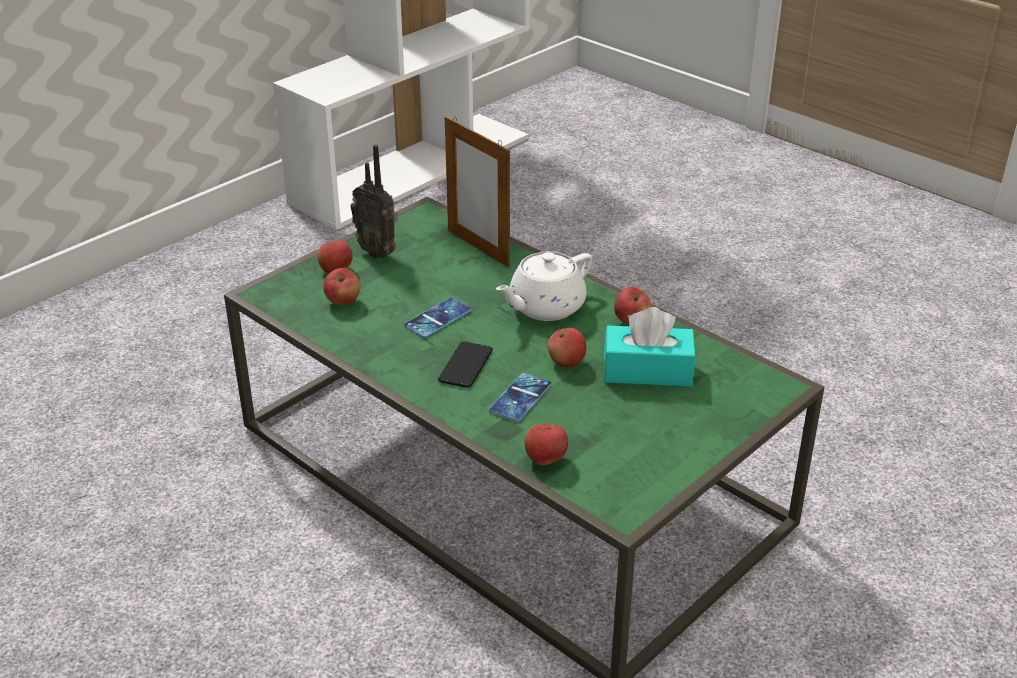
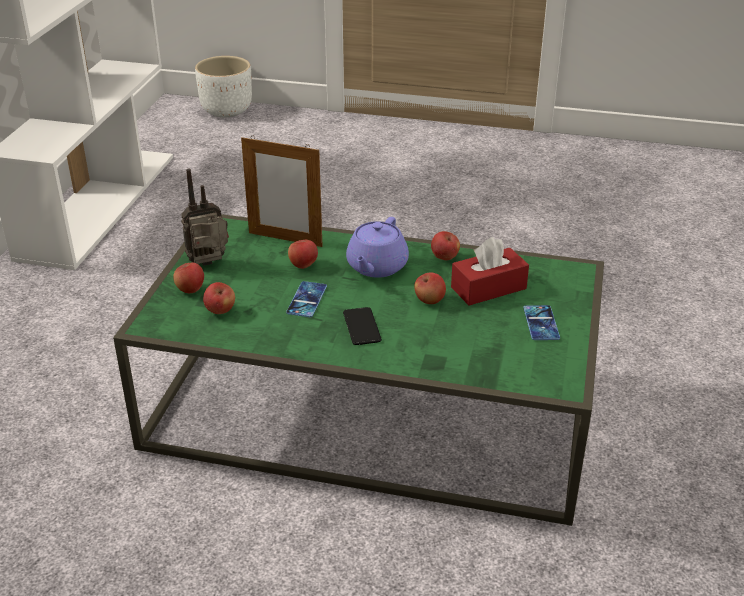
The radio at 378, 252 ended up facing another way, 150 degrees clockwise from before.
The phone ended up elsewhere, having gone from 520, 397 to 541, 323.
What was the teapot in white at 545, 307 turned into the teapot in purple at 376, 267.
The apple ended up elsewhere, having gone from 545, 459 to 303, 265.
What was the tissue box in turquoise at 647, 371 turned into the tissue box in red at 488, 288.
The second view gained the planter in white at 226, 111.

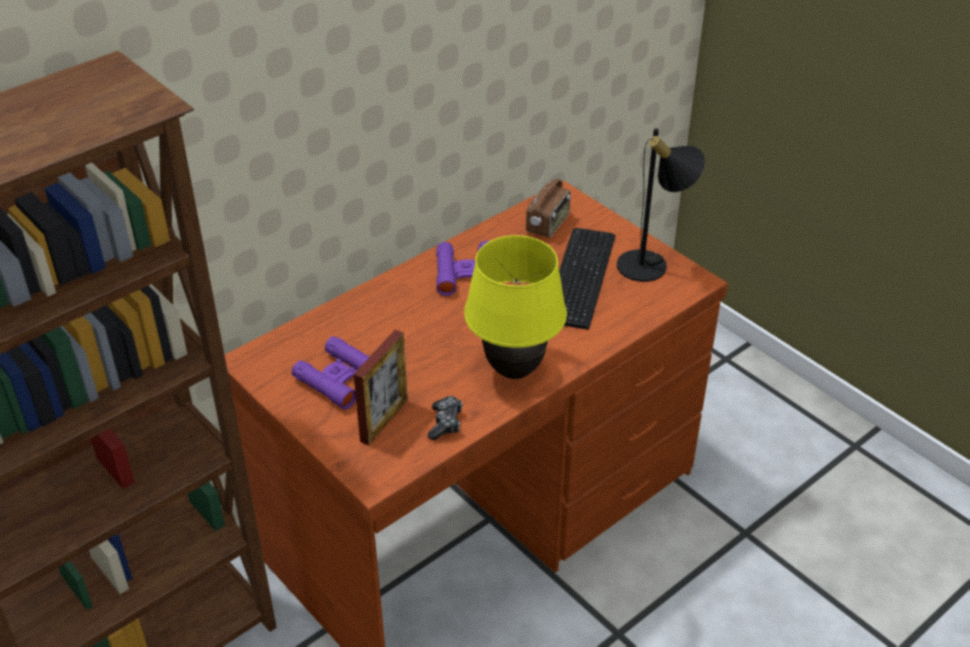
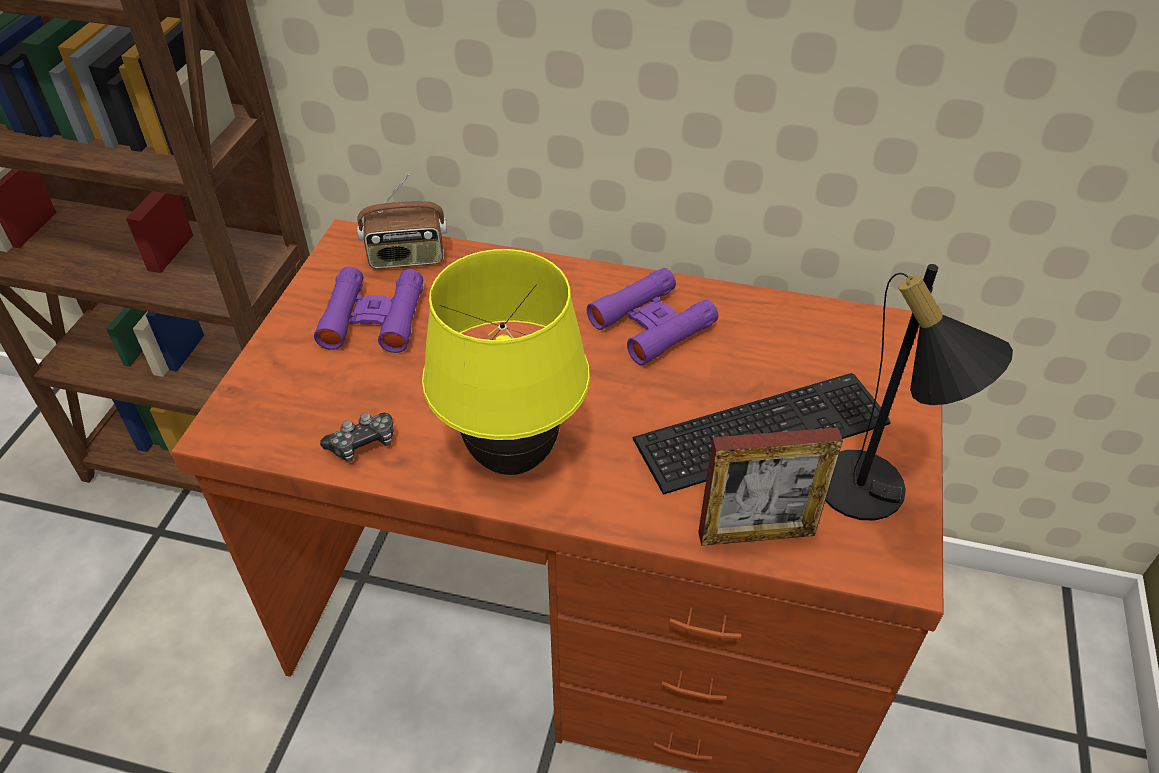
The picture frame ended up elsewhere, having gone from 384, 420 to 756, 534.
The radio ended up elsewhere, having gone from 548, 225 to 407, 258.

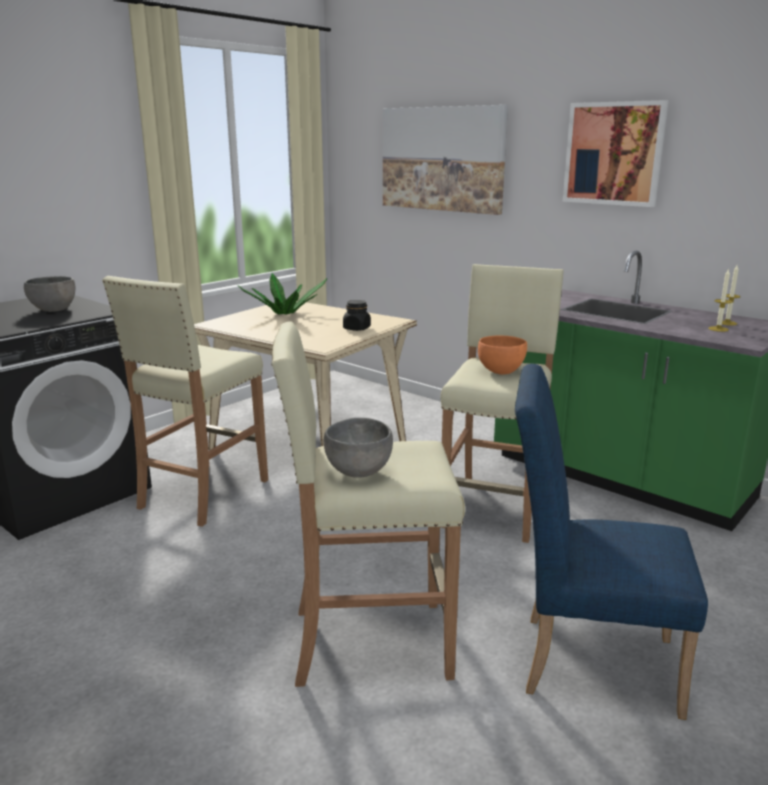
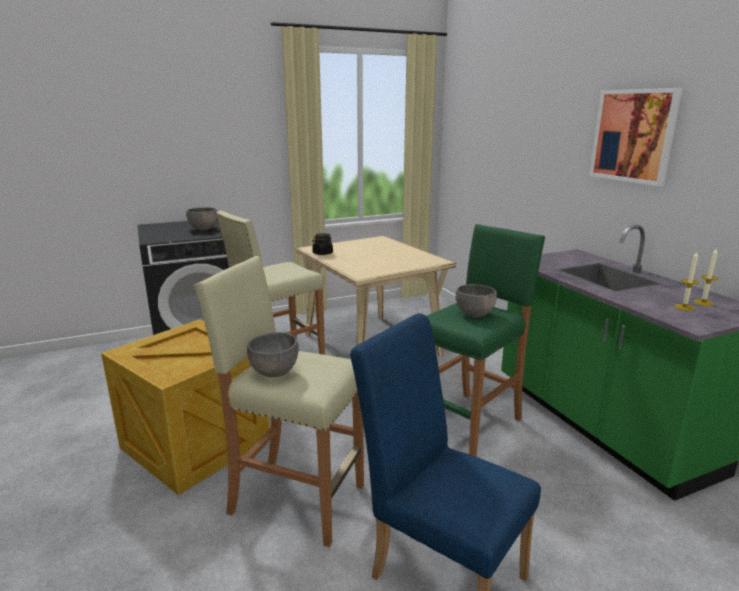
The second view lost the potted plant at 285, 313.
The jar in black ended up elsewhere, having gone from 356, 328 to 322, 253.
The second view lost the picture at 442, 159.
What was the stool in beige at 494, 507 turned into the stool in green at 470, 423.
What was the bowl in orange at 501, 371 turned into the bowl in grey at 475, 314.
The second view gained the crate at 198, 443.

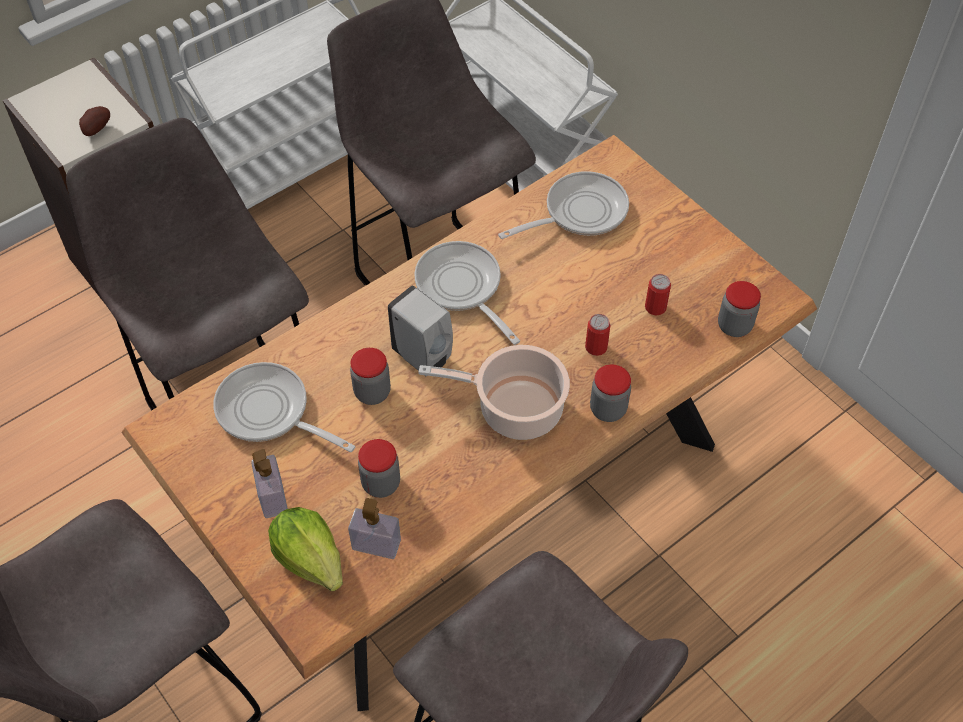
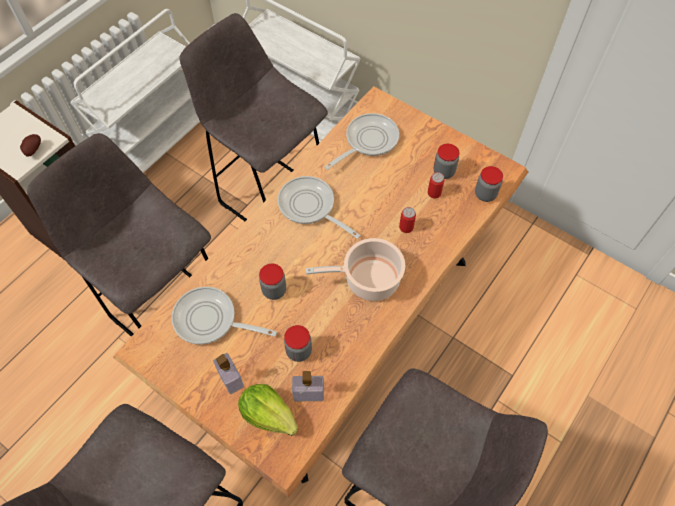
The second view lost the soap dispenser in white at 424, 357.
The jar ended up elsewhere, having gone from 608, 409 to 443, 172.

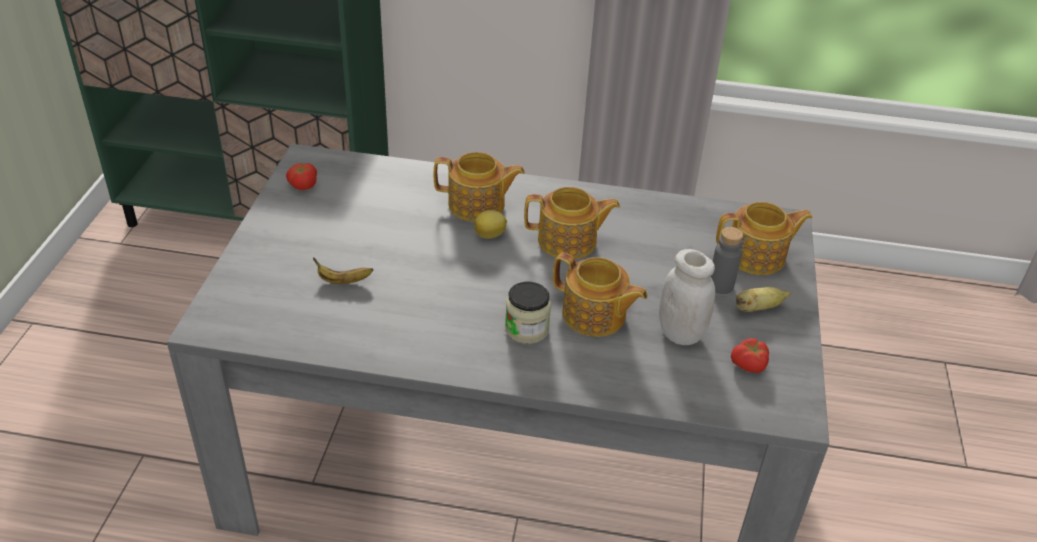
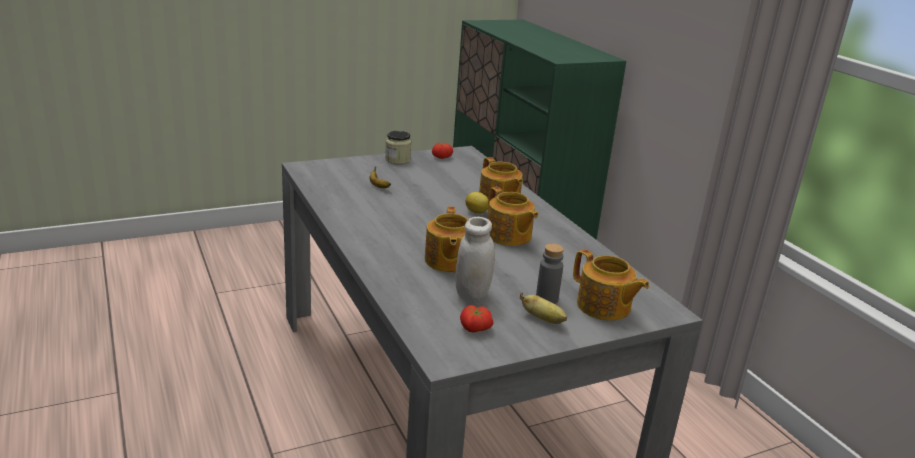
The jar ended up elsewhere, having gone from 527, 329 to 397, 160.

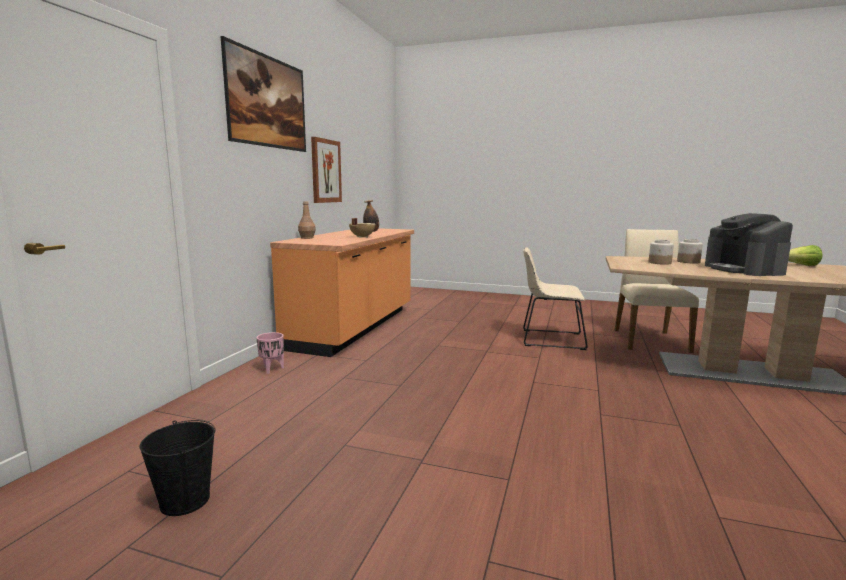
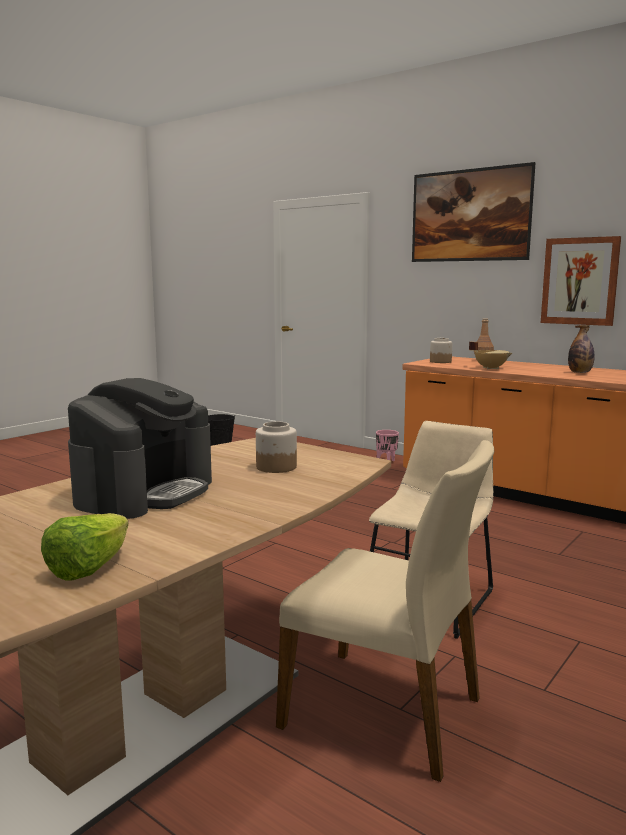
The jar ended up elsewhere, having gone from 688, 262 to 440, 361.
The coffee machine at 744, 270 ended up facing another way, 105 degrees clockwise from before.

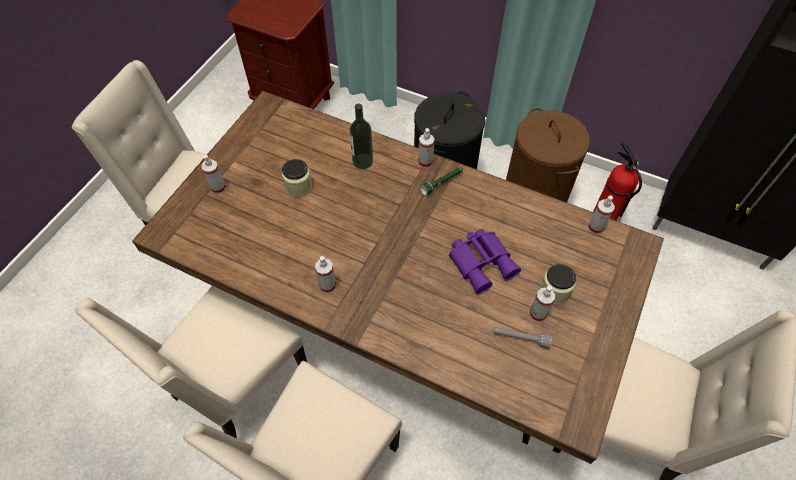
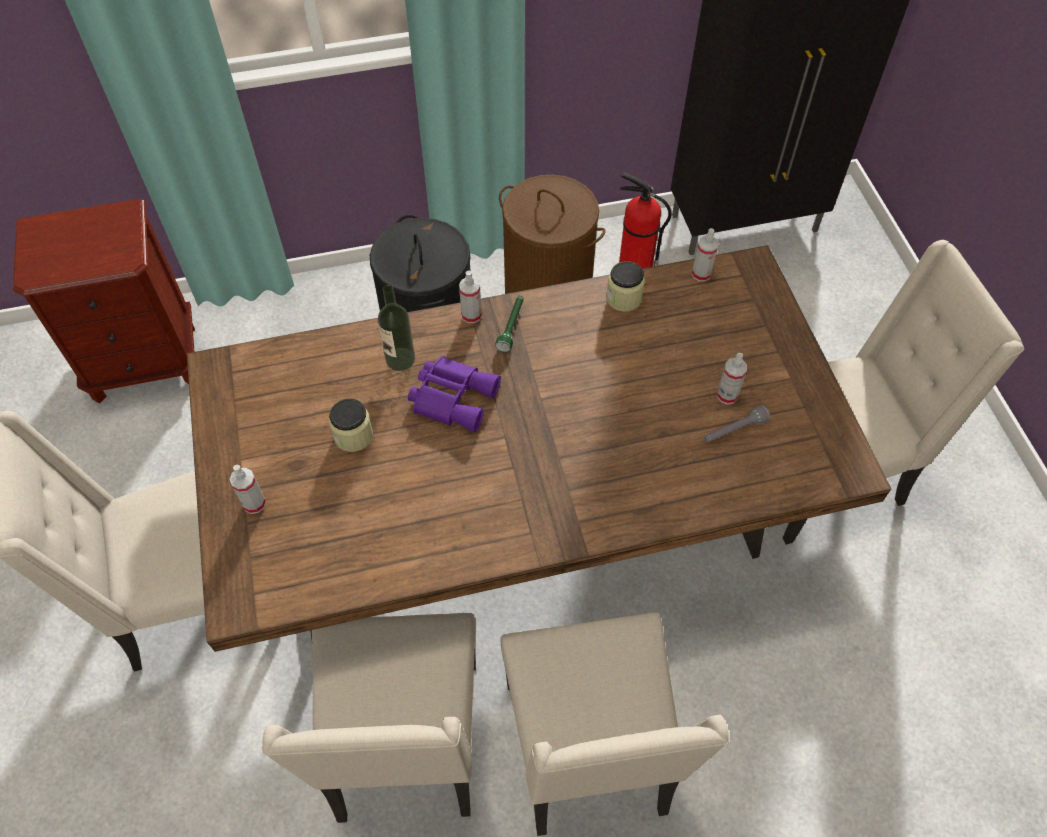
The second view lost the spray bottle at 327, 285.
The binoculars in purple ended up elsewhere, having gone from 482, 262 to 453, 396.
The jar ended up elsewhere, having gone from 554, 291 to 623, 298.

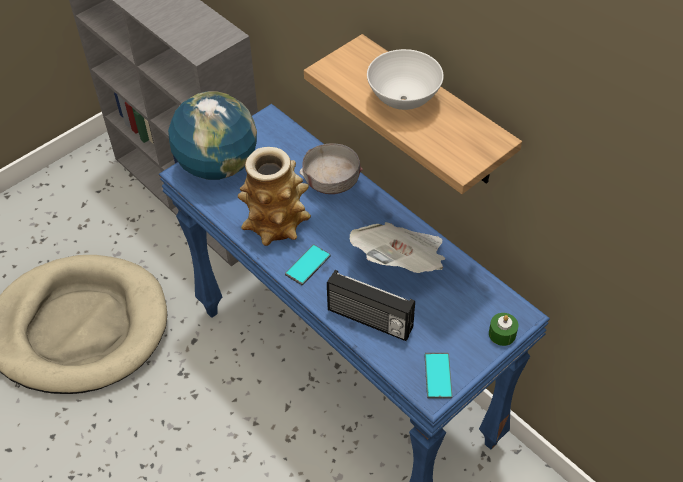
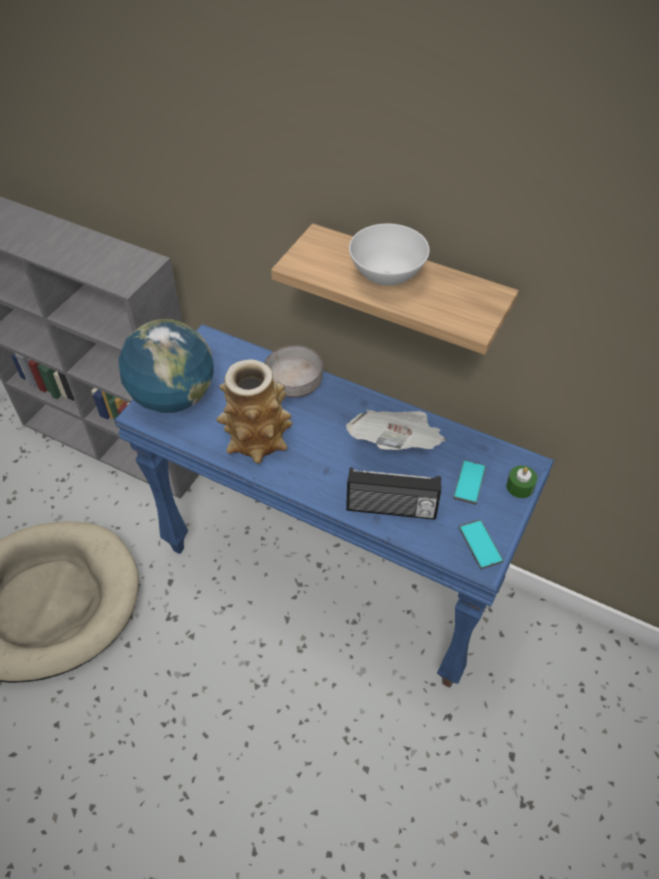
The phone ended up elsewhere, having gone from 308, 265 to 469, 482.

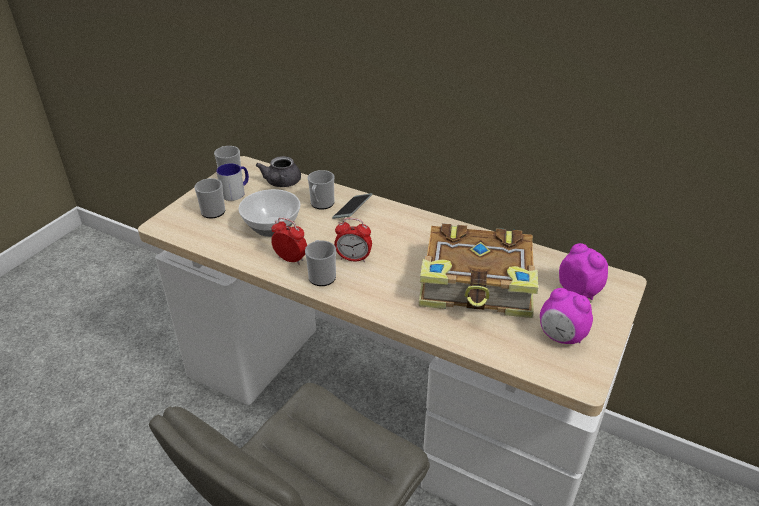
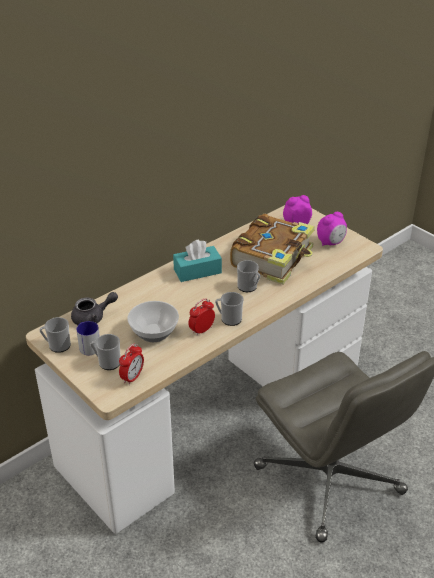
The teapot in grey at 281, 183 ended up facing another way, 45 degrees counterclockwise from before.
The mug ended up elsewhere, having gone from 321, 204 to 249, 287.
The second view lost the phone at 352, 210.
The alarm clock ended up elsewhere, having gone from 353, 258 to 132, 377.
The second view gained the tissue box in turquoise at 197, 271.

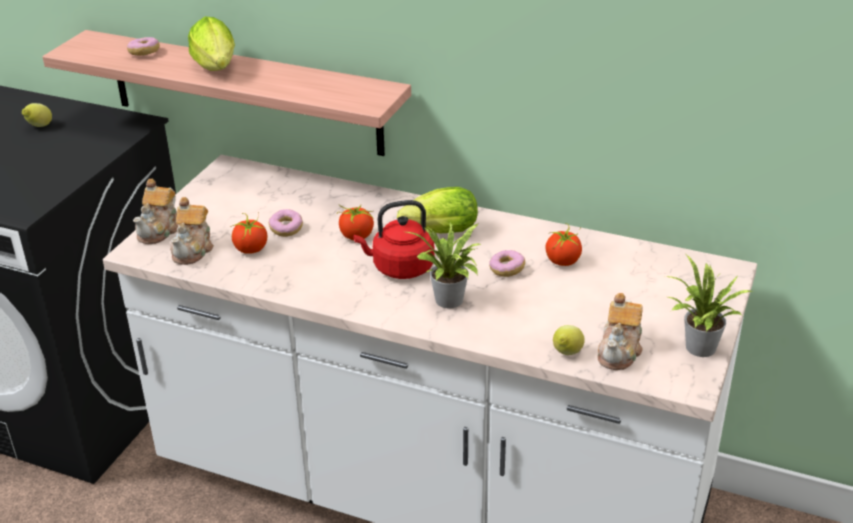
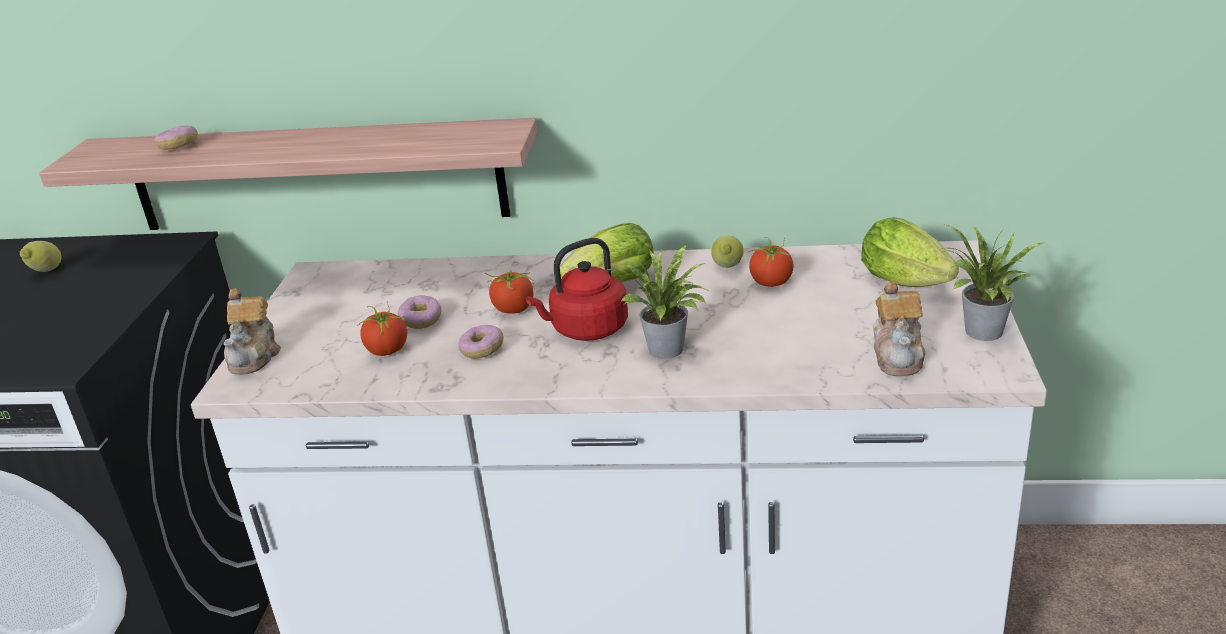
The second view lost the teapot at 193, 249.
The lettuce ended up elsewhere, having gone from 217, 69 to 910, 284.
The donut ended up elsewhere, having gone from 507, 270 to 482, 350.
The lemon ended up elsewhere, having gone from 566, 354 to 727, 268.

